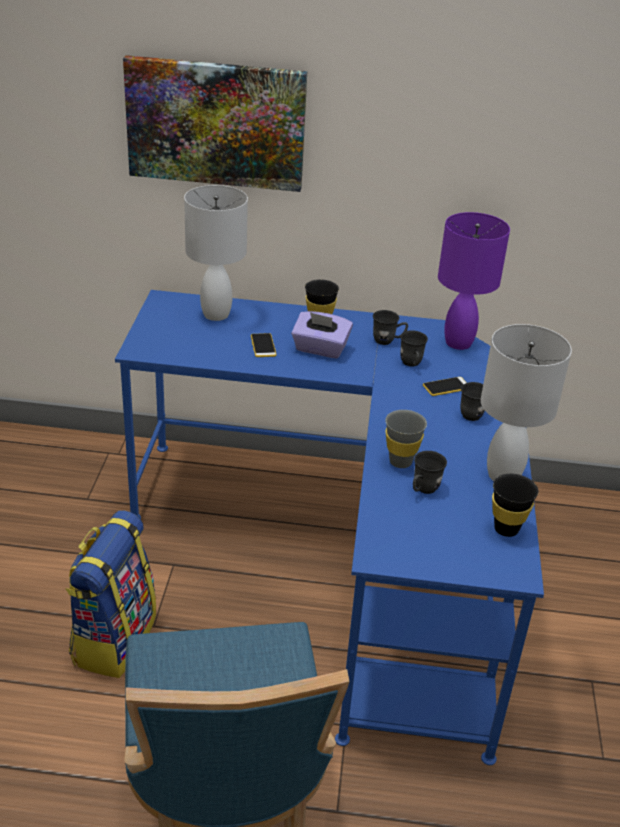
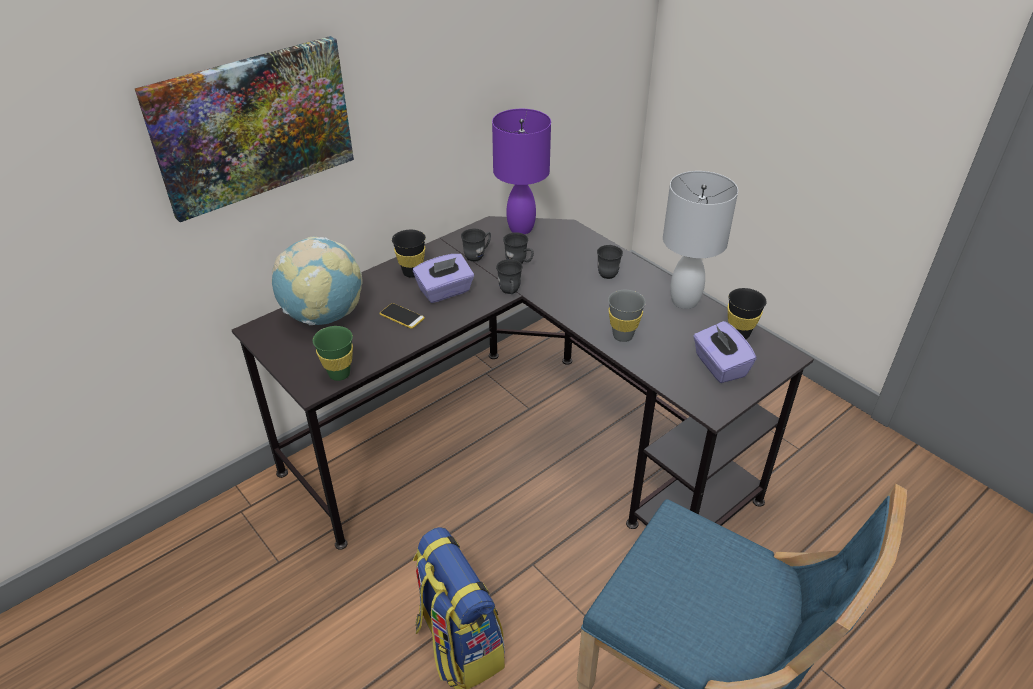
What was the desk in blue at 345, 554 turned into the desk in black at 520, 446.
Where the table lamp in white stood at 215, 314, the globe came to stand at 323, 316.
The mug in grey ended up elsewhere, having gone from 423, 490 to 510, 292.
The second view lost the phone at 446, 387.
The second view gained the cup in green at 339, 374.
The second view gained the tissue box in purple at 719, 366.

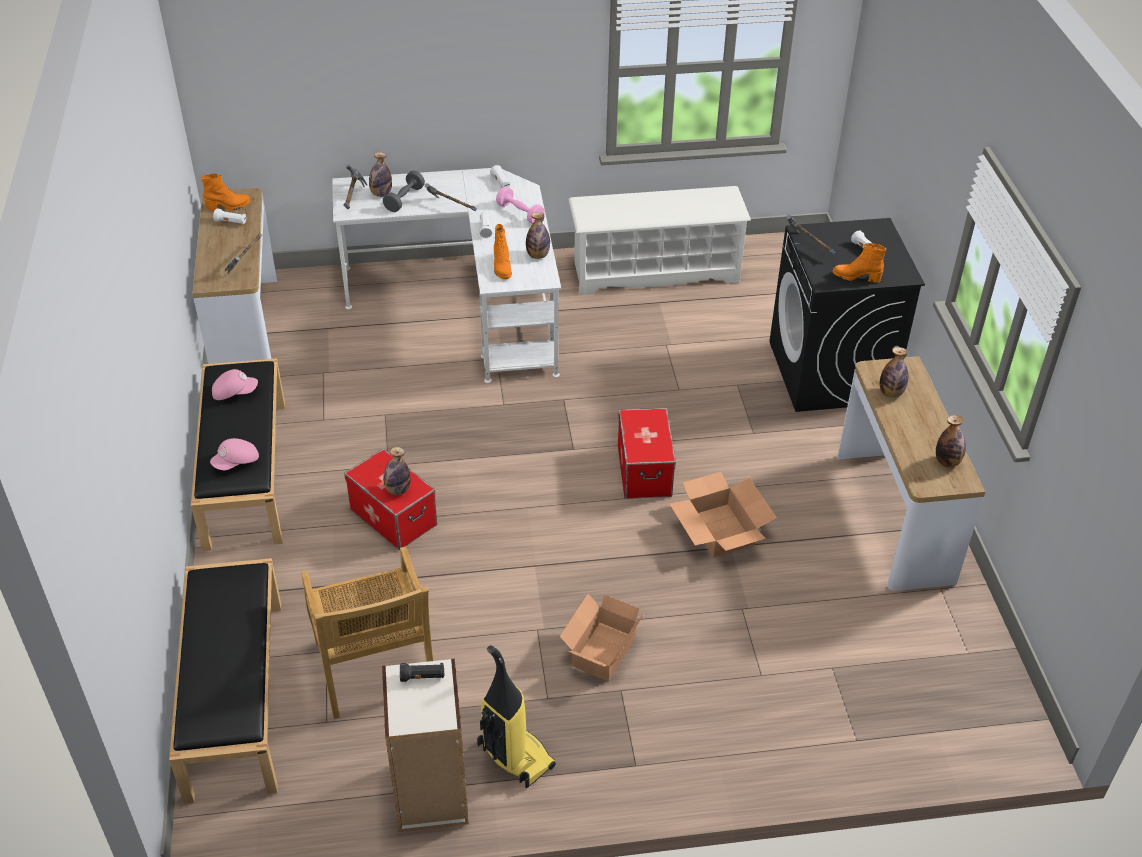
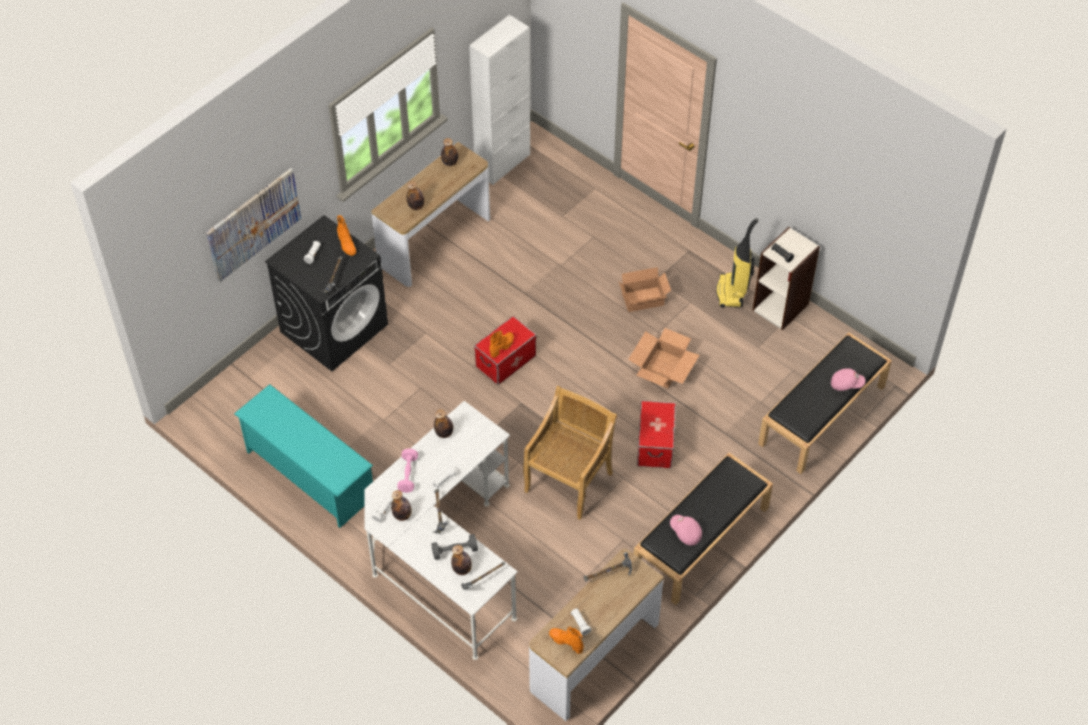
The cap in pink ended up elsewhere, having gone from 236, 462 to 846, 384.
The chair in beige ended up elsewhere, having gone from 375, 669 to 569, 481.
The bottle ended up elsewhere, having gone from 397, 490 to 402, 515.
The boot in orange ended up elsewhere, having gone from 501, 268 to 502, 347.
What was the shoe rack in white at 655, 272 turned into the shoe rack in turquoise at 309, 475.
The cardboard box ended up elsewhere, having gone from 720, 530 to 662, 368.
The second view gained the picture at 253, 224.
The second view gained the cabinet in white at 502, 163.

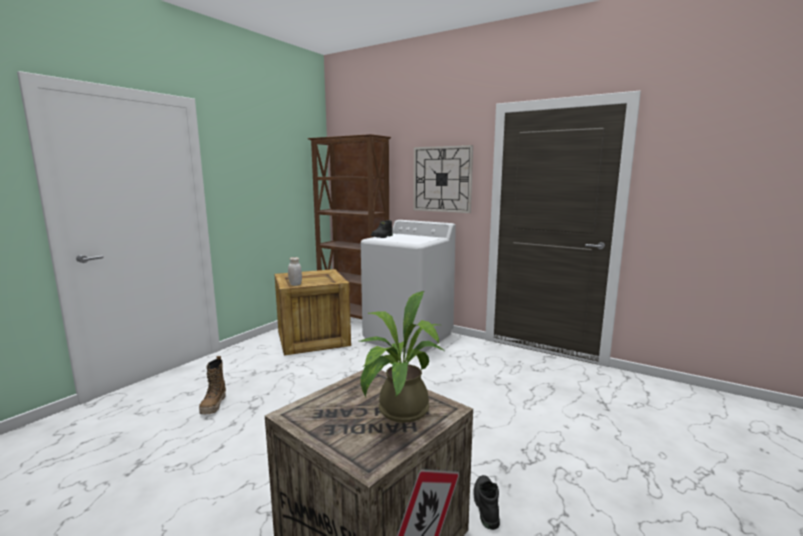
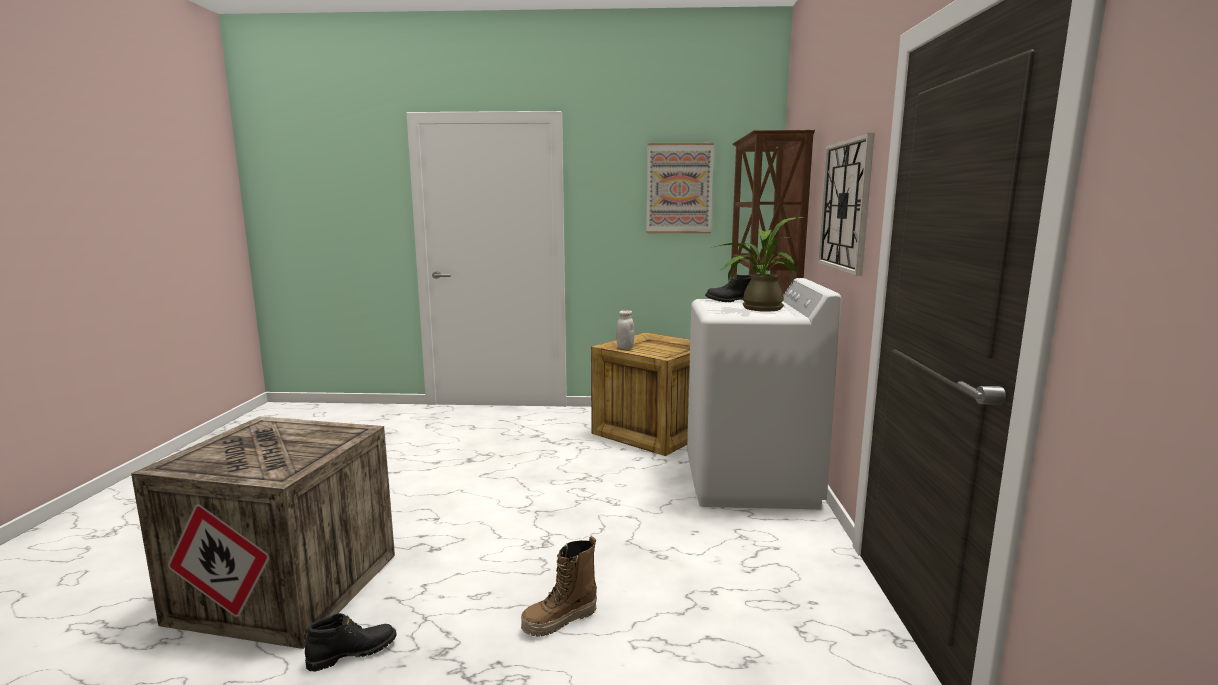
The boot ended up elsewhere, having gone from 214, 405 to 560, 621.
The potted plant ended up elsewhere, having gone from 398, 413 to 757, 308.
The second view gained the picture at 679, 188.

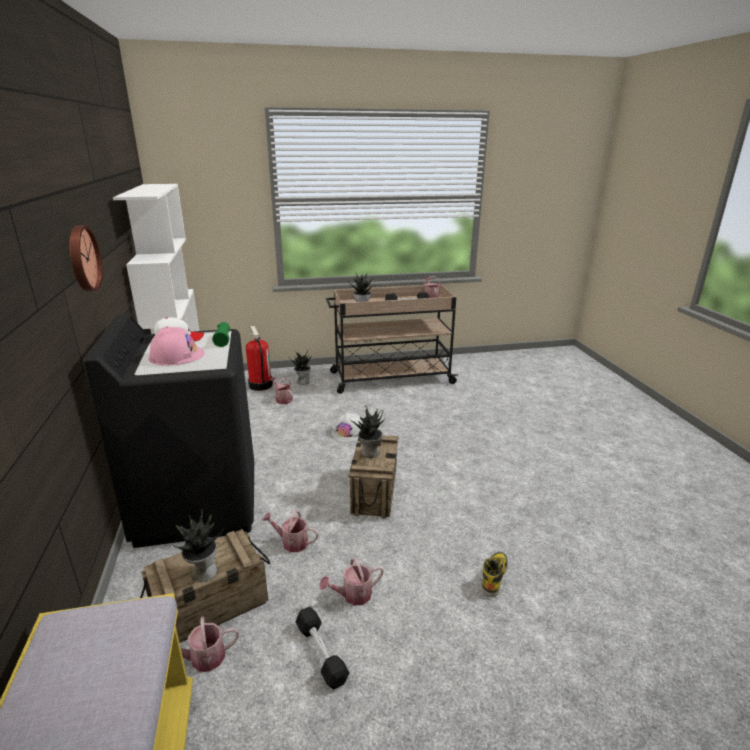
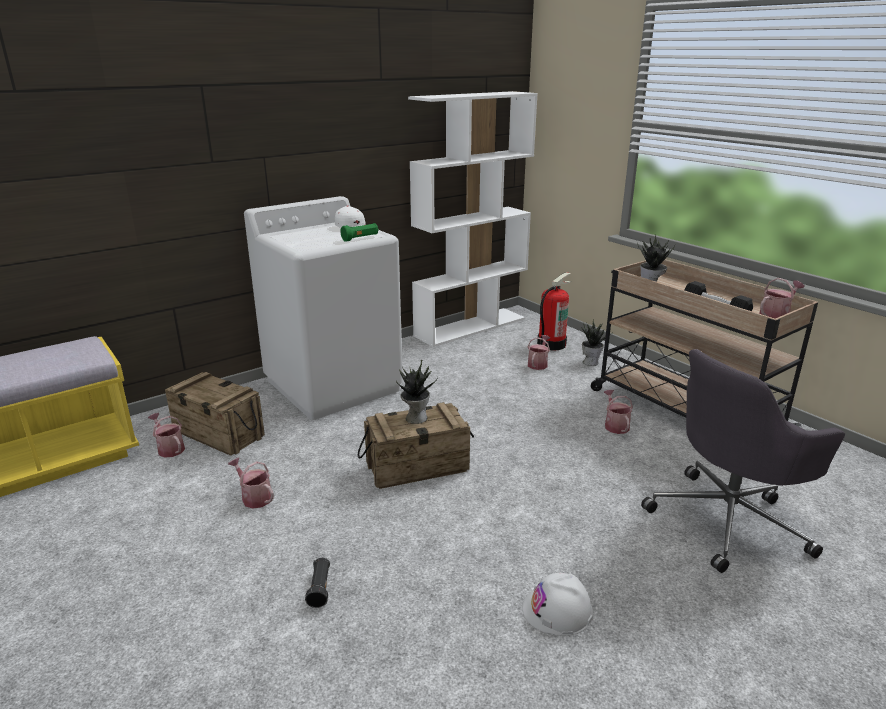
The second view lost the wall clock at 82, 258.
What was the washing machine in black at 198, 503 turned into the washing machine in white at 334, 385.
The second view lost the hard hat in pink at 176, 356.
The second view lost the potted plant at 203, 572.
The watering can ended up elsewhere, having gone from 291, 542 to 615, 425.
The second view lost the dumbbell in black at 321, 653.
The hard hat in white ended up elsewhere, having gone from 349, 432 to 558, 610.
Where the boot stood at 494, 576, the flashlight in black came to stand at 320, 588.
The second view gained the office chair in grey at 729, 520.

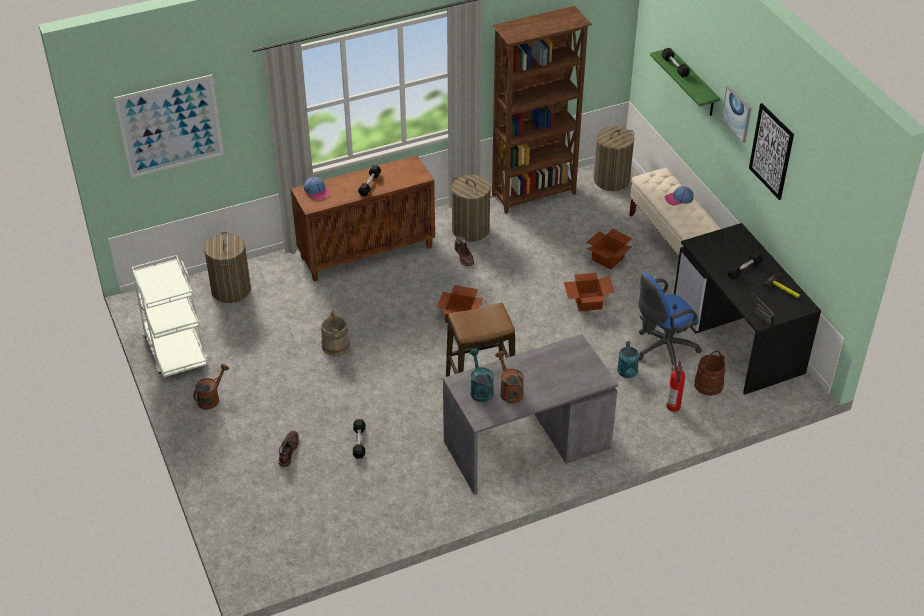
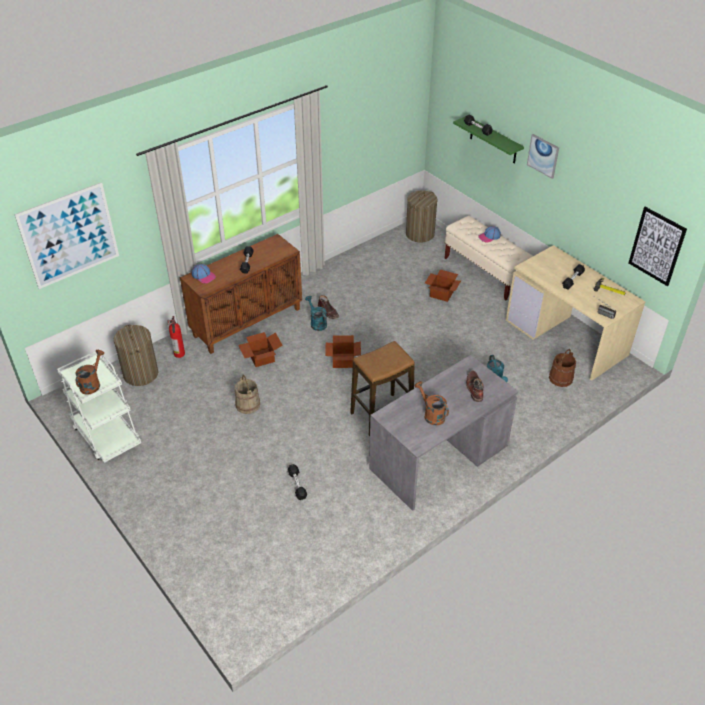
The watering can in brown ended up elsewhere, having gone from 211, 398 to 92, 383.
The boot in brown ended up elsewhere, having gone from 288, 450 to 474, 388.
The second view lost the laundry basket at 470, 230.
The watering can in turquoise ended up elsewhere, having gone from 480, 389 to 317, 323.
The second view lost the bookcase in brown at 534, 195.
The cardboard box ended up elsewhere, having gone from 587, 301 to 261, 357.
The second view lost the office chair in blue at 662, 349.
The fire extinguisher ended up elsewhere, having gone from 673, 407 to 179, 354.
What was the desk in black at 738, 338 turned into the desk in beige at 567, 337.
The picture ended up elsewhere, having gone from 771, 151 to 657, 246.

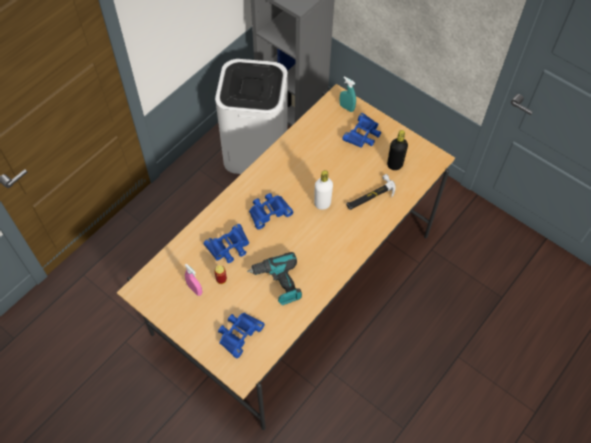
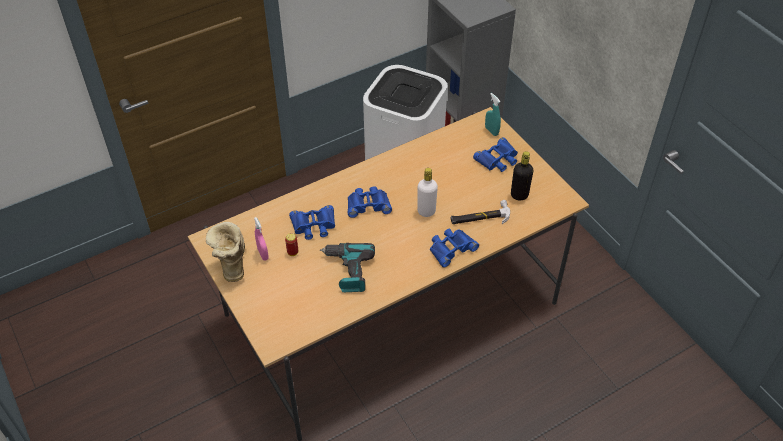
The binoculars in blue ended up elsewhere, having gone from 238, 334 to 451, 248.
The second view gained the boot at 230, 261.

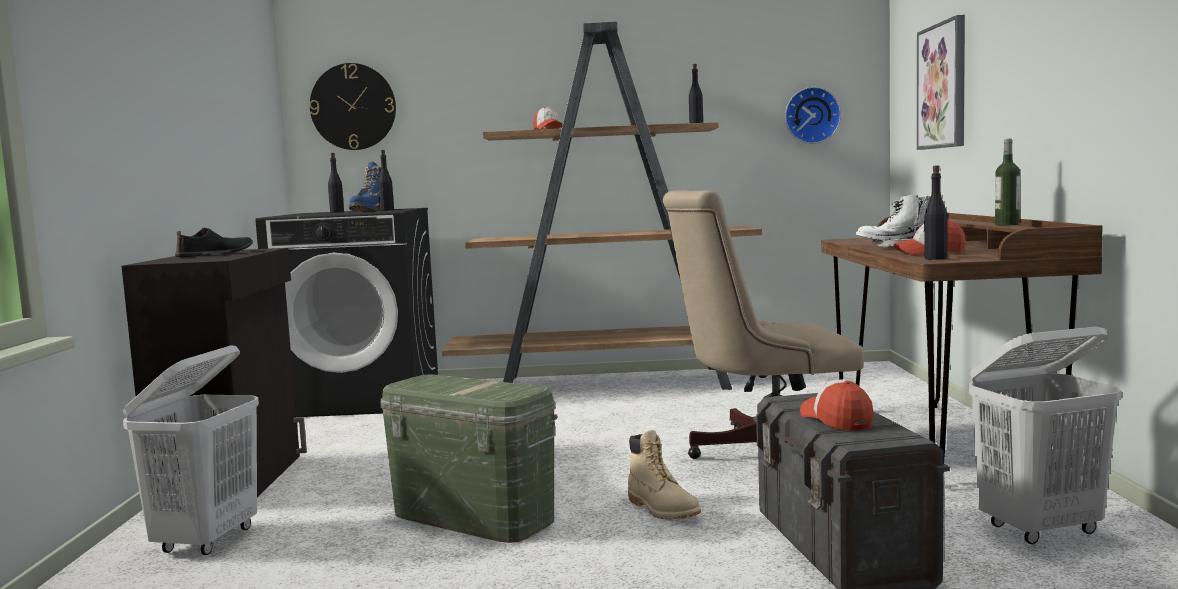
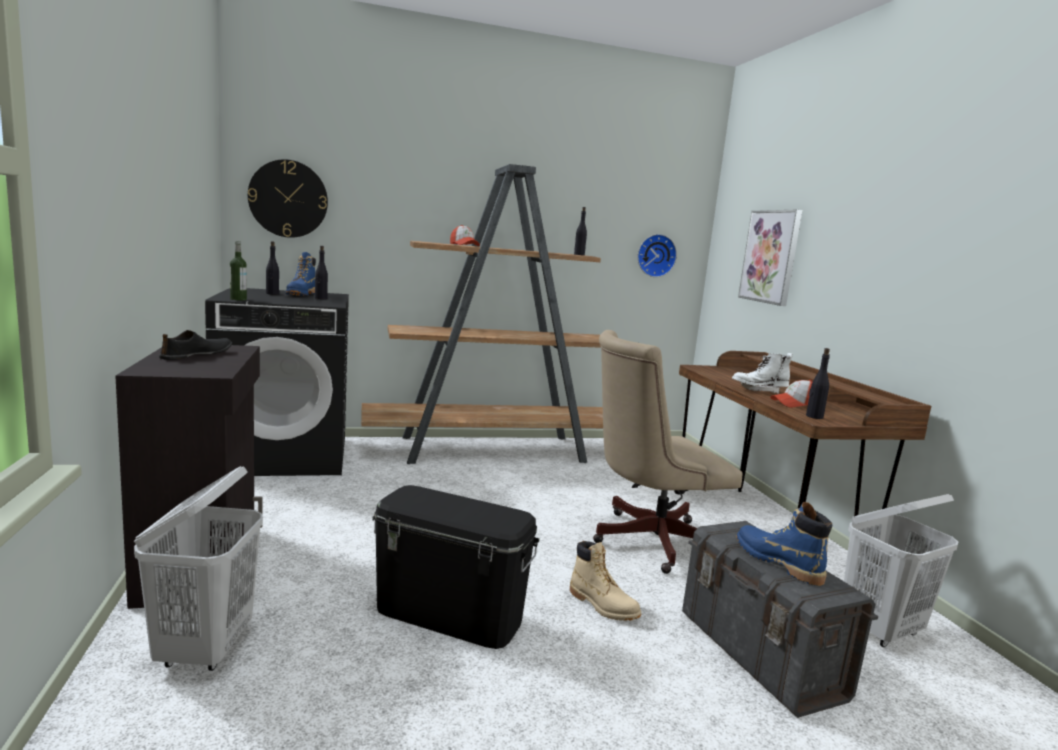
What was the storage box in green at 473, 517 turned into the storage box in black at 450, 614.
Where the cap stood at 836, 420, the boot in blue came to stand at 777, 562.
The bottle ended up elsewhere, having gone from 1006, 224 to 238, 299.

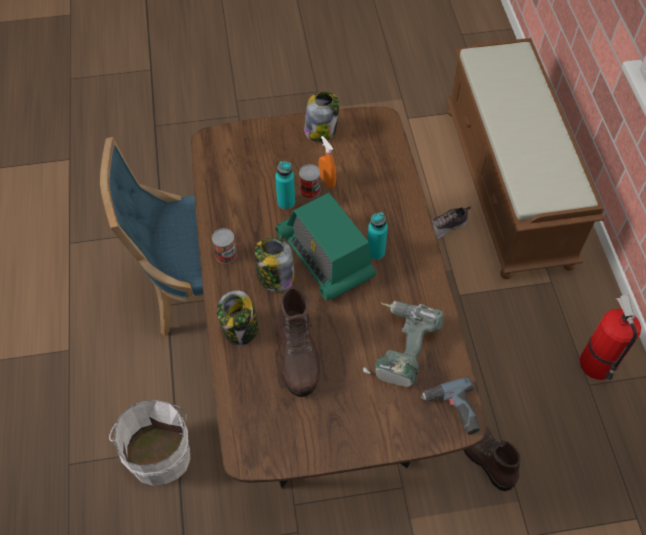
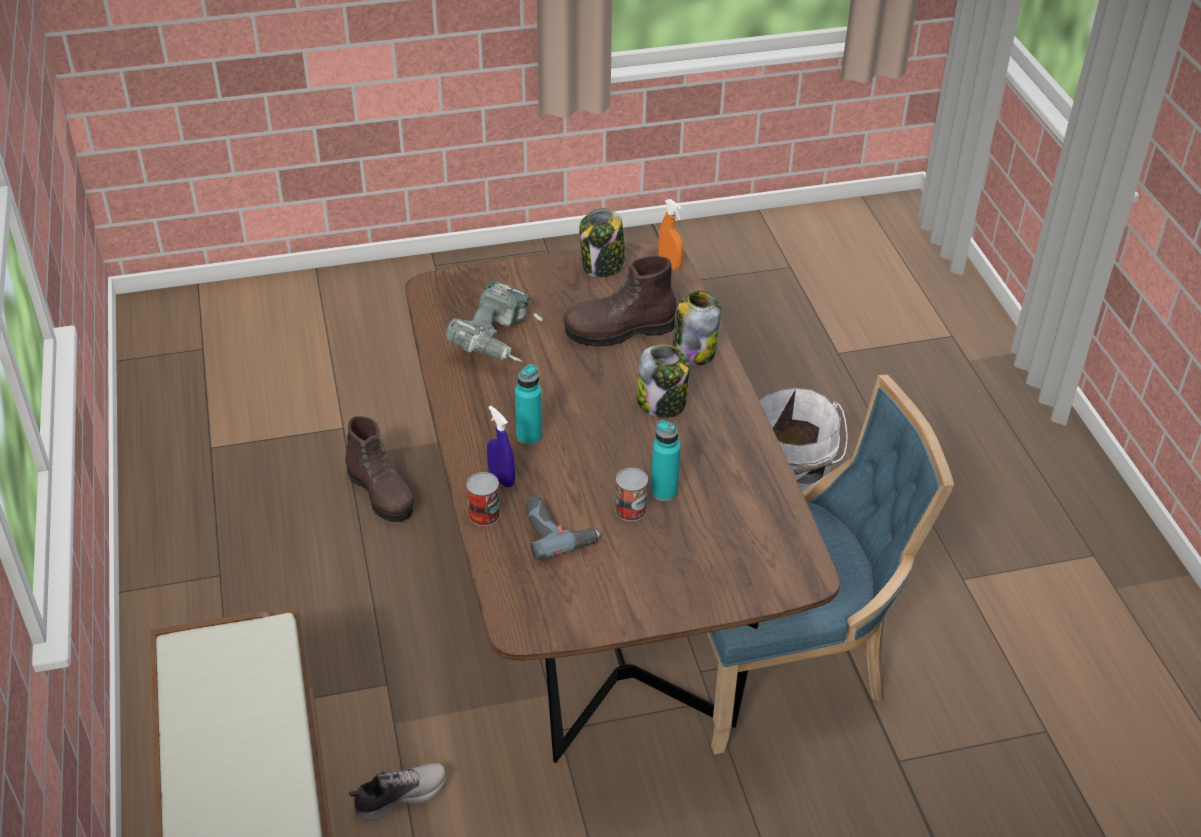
The can ended up elsewhere, having gone from 226, 254 to 484, 514.
The second view lost the radio at 325, 257.
The boot in brown at 298, 356 ended up facing another way, 90 degrees counterclockwise from before.
The jar ended up elsewhere, having gone from 321, 130 to 603, 266.
The spray bottle in orange ended up elsewhere, having gone from 327, 181 to 669, 264.
The power drill ended up elsewhere, having gone from 452, 411 to 557, 530.
The second view lost the fire extinguisher at 598, 365.
The second view gained the spray bottle in blue at 501, 478.

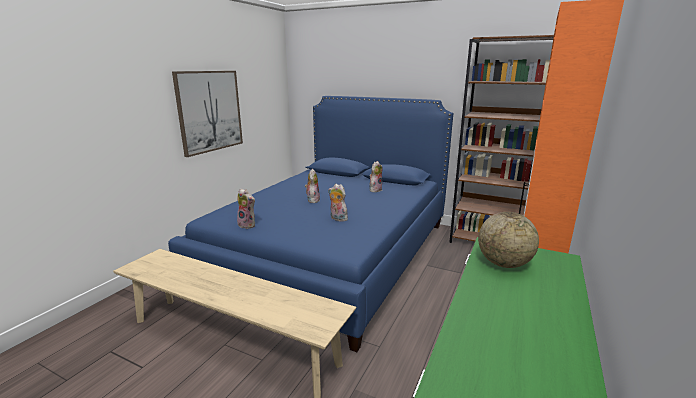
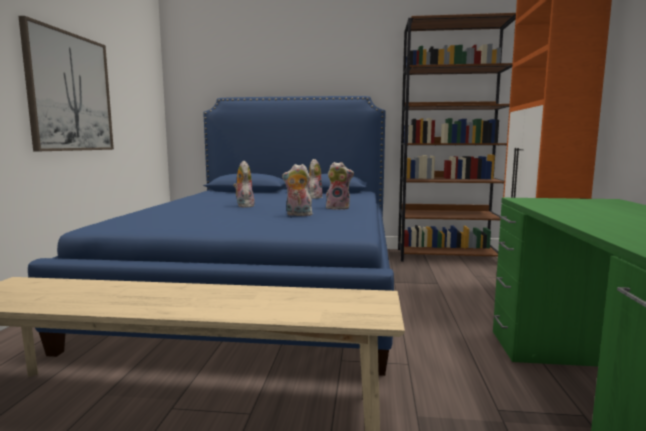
The plush toy ended up elsewhere, having gone from 248, 225 to 338, 208.
The second view lost the globe at 503, 264.

